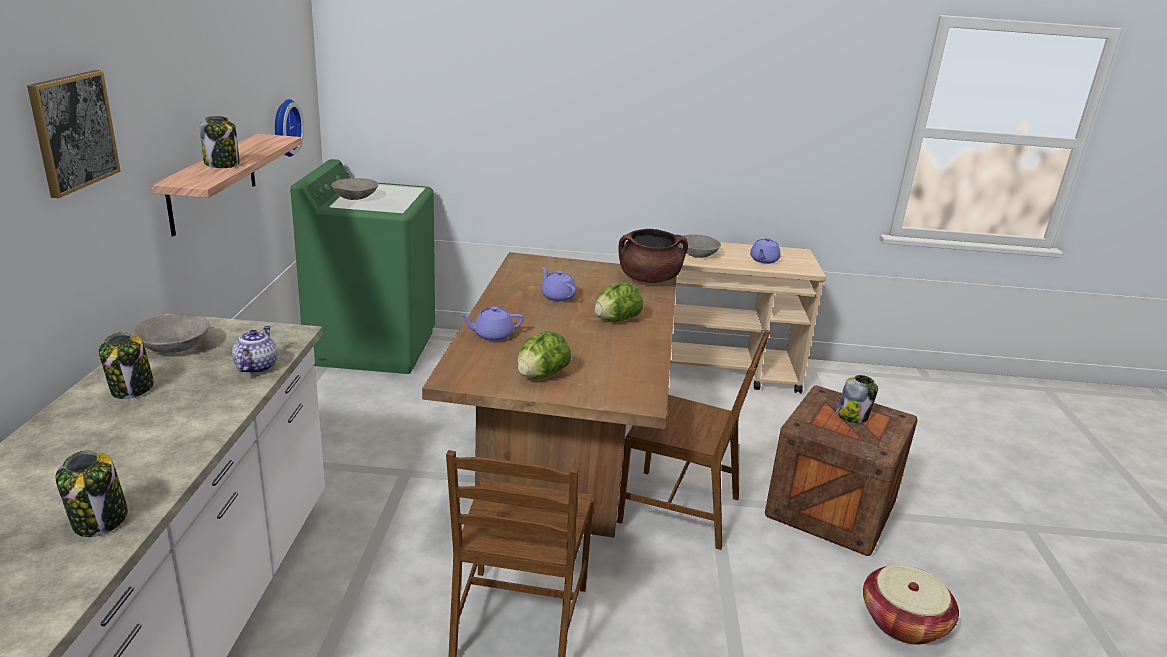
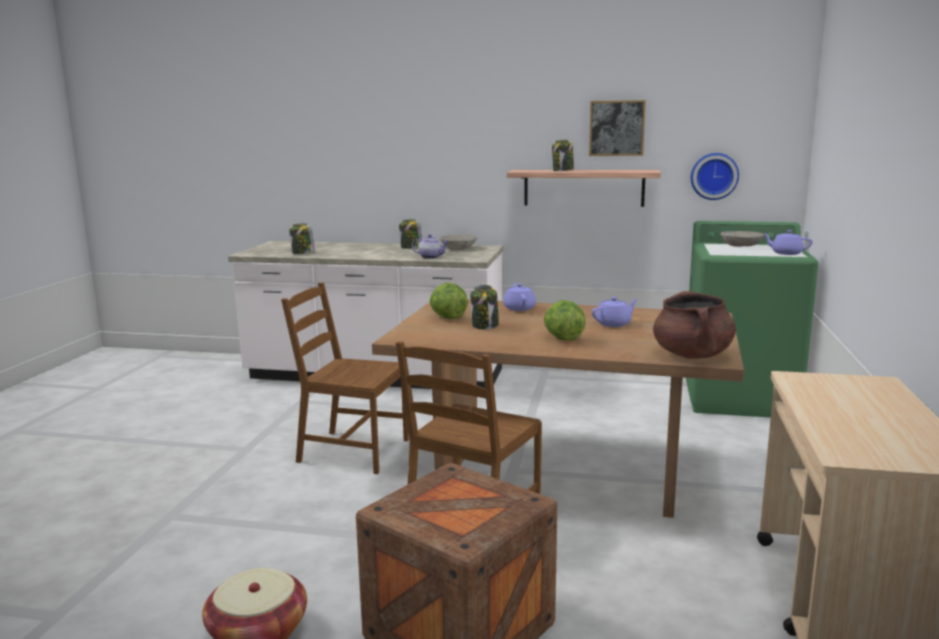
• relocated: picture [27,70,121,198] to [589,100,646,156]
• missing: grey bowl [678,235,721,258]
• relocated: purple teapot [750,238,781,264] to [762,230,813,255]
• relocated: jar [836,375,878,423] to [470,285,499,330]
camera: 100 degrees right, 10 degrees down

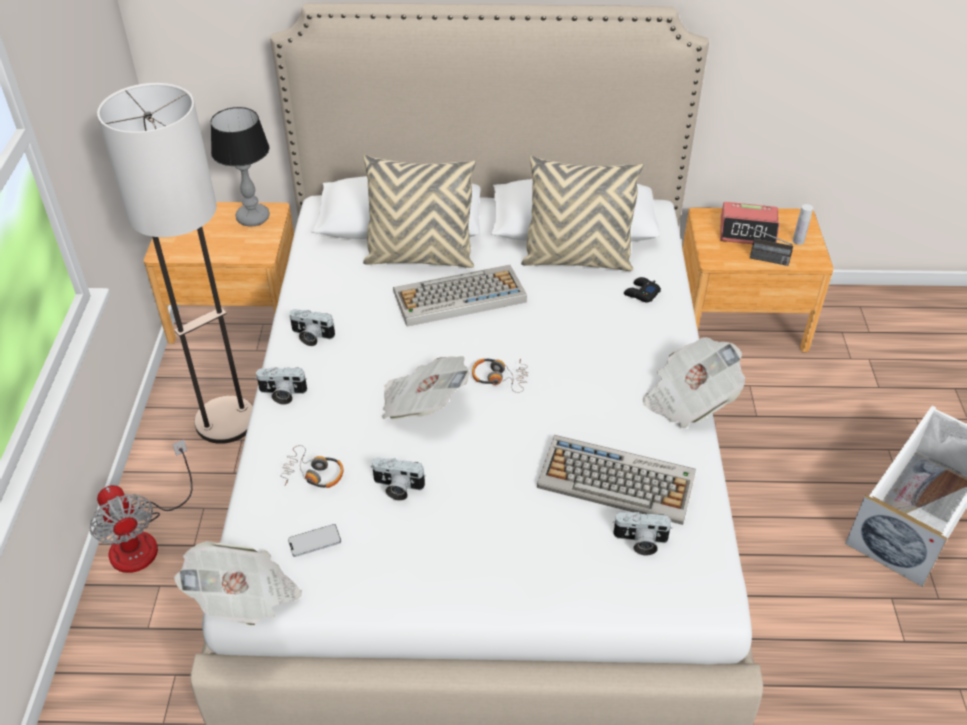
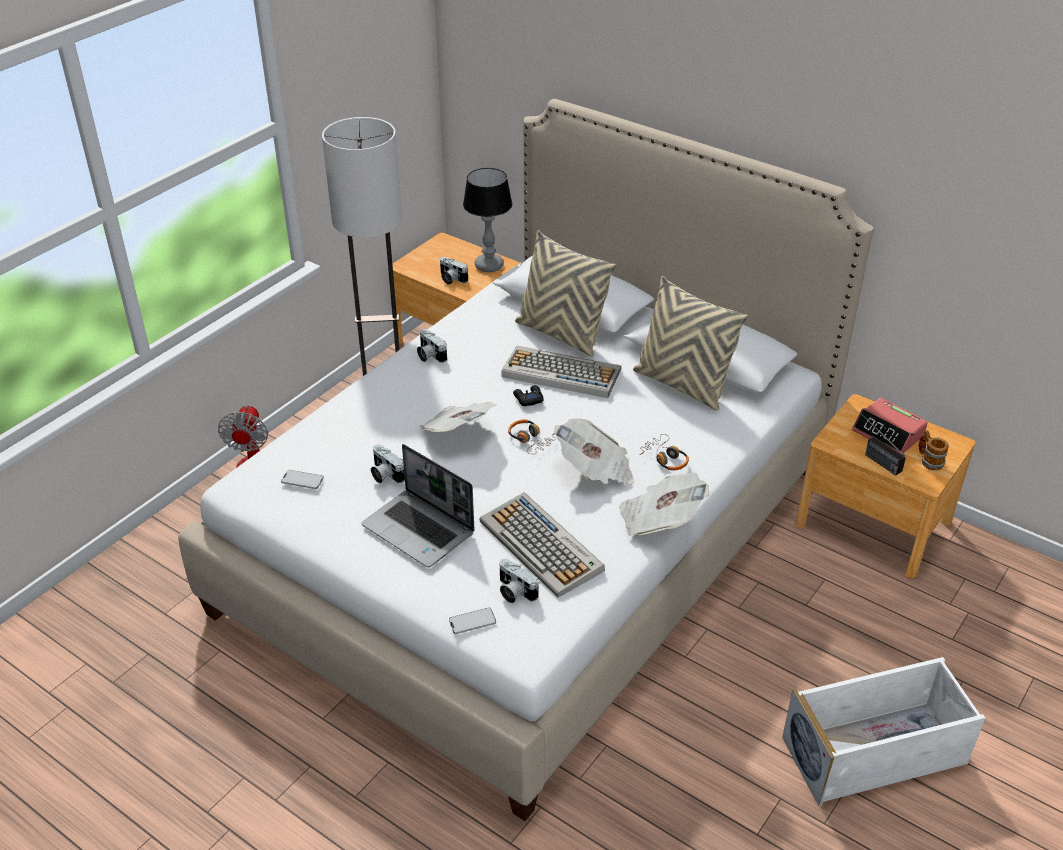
• exchanged: white bottle [793,204,813,245] to mug [918,430,949,471]
• relocated: black game controller [624,277,661,303] to [513,385,544,406]
• relocated: photo camera [255,367,307,405] to [440,257,468,285]
• relocated: headphones [281,445,343,488] to [640,434,689,470]
• relocated: newspaper [174,541,302,626] to [554,419,635,485]
• appeared: laptop [361,444,475,568]
• appeared: phone [449,607,496,634]
camera: 35 degrees right, 5 degrees down

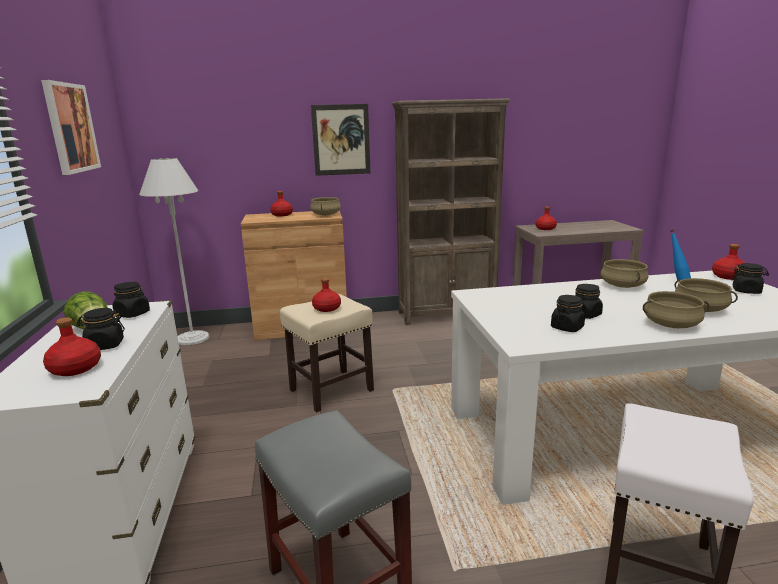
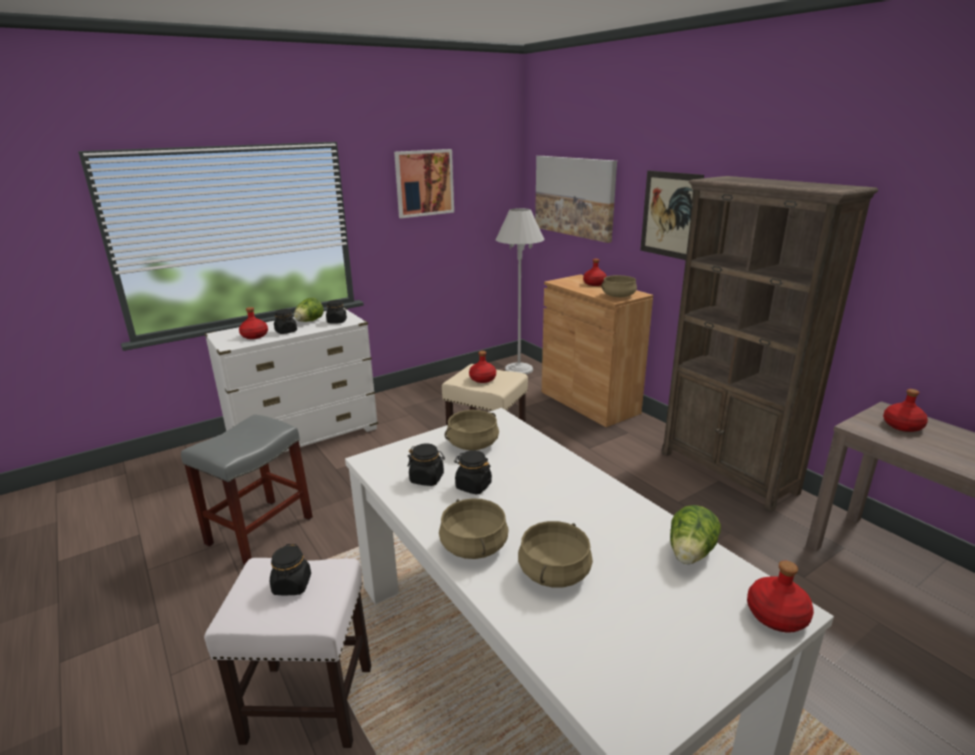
• exchanged: blue bottle [670,230,691,280] to lettuce [670,505,721,564]
• relocated: beige cooking pot [601,259,648,288] to [445,410,499,450]
• relocated: black jar [731,263,769,294] to [270,544,311,595]
• appeared: picture [535,156,617,243]
camera: 65 degrees right, 5 degrees up

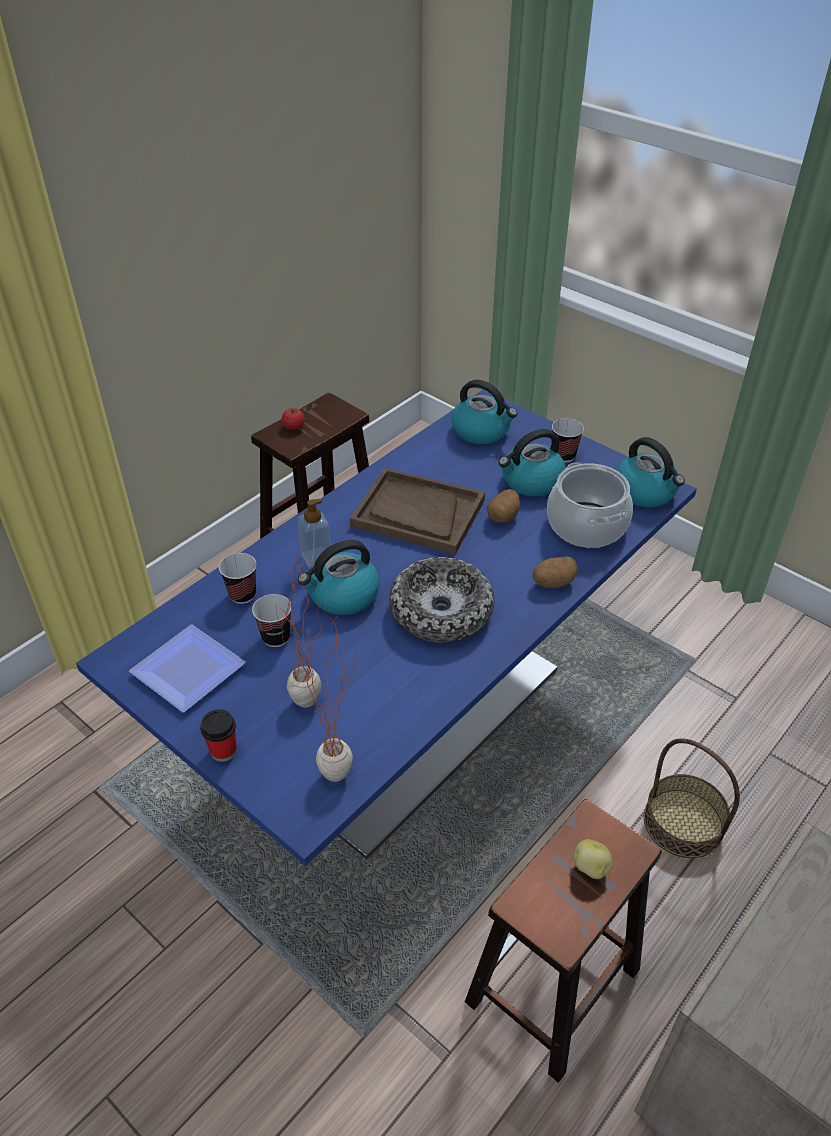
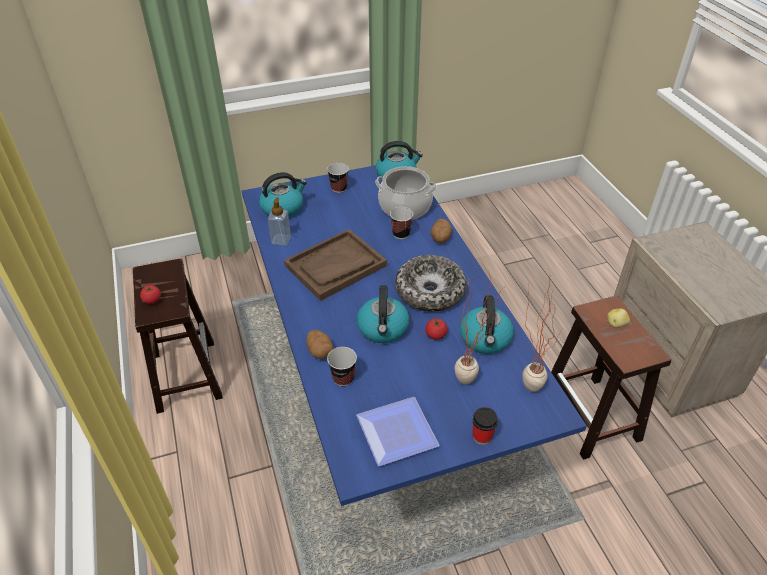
• relocated: kettle [498,429,566,496] to [460,295,514,354]
• relocated: potato [487,489,520,523] to [306,330,334,359]
• relocated: soap dispenser [298,499,331,567] to [268,197,291,245]
• relocated: cup [252,594,292,647] to [390,207,413,239]
• missing: basket [644,738,740,858]
• appeared: tomato [425,318,448,340]
camera: 60 degrees left, 0 degrees up

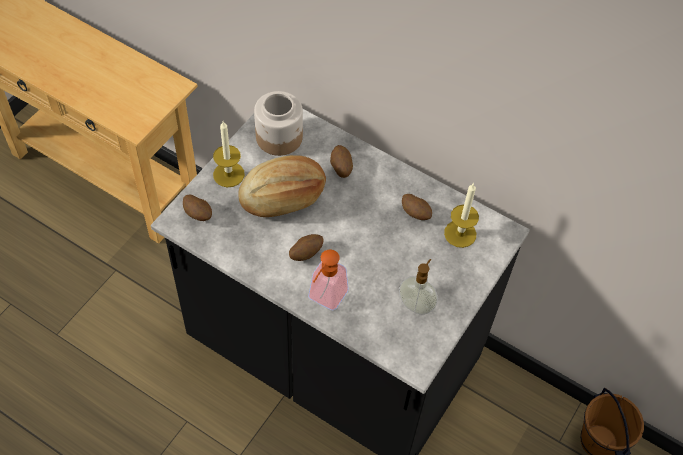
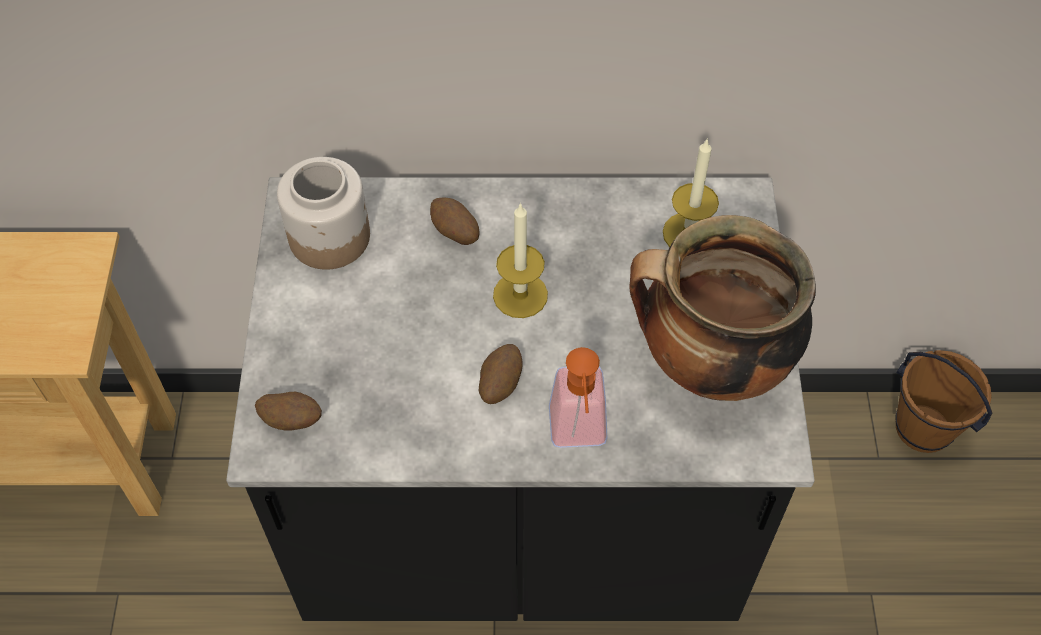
• relocated: candle [213,121,245,187] to [493,203,548,318]
• missing: bread [238,155,326,217]
• missing: potato [402,194,432,220]
• exchanged: soap dispenser [399,259,438,315] to cooking pot [629,215,816,401]
camera: 30 degrees left, 0 degrees up

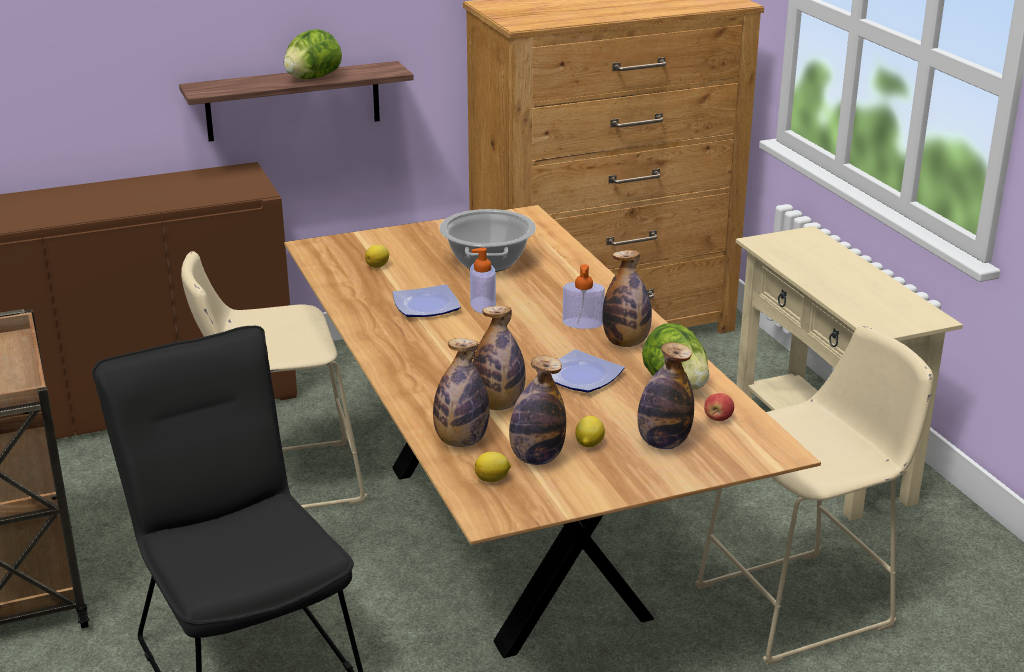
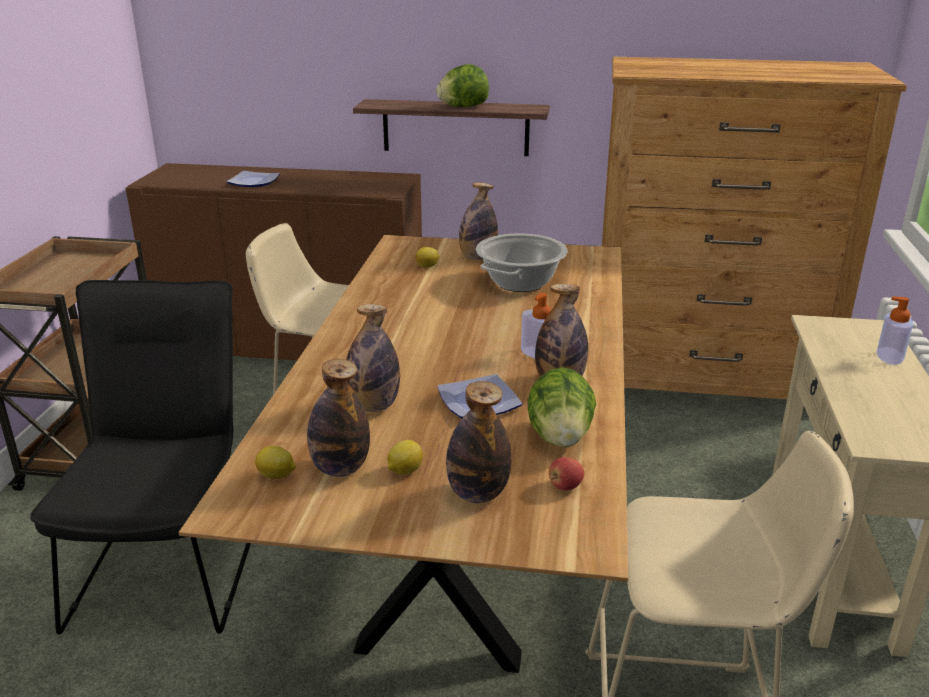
• relocated: soap dispenser [470,248,496,314] to [877,296,913,365]
• relocated: plate [393,284,461,317] to [226,171,280,187]
• relocated: bottle [433,338,490,447] to [459,183,498,260]
camera: 30 degrees right, 0 degrees up

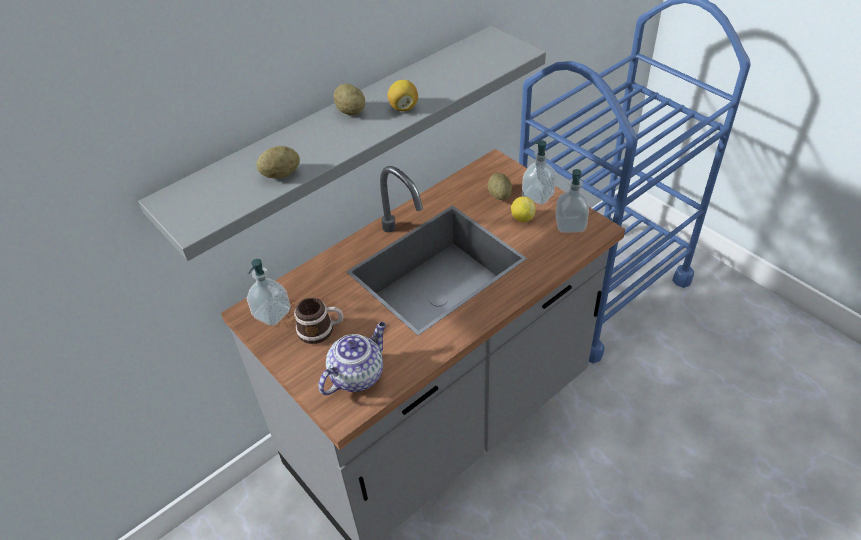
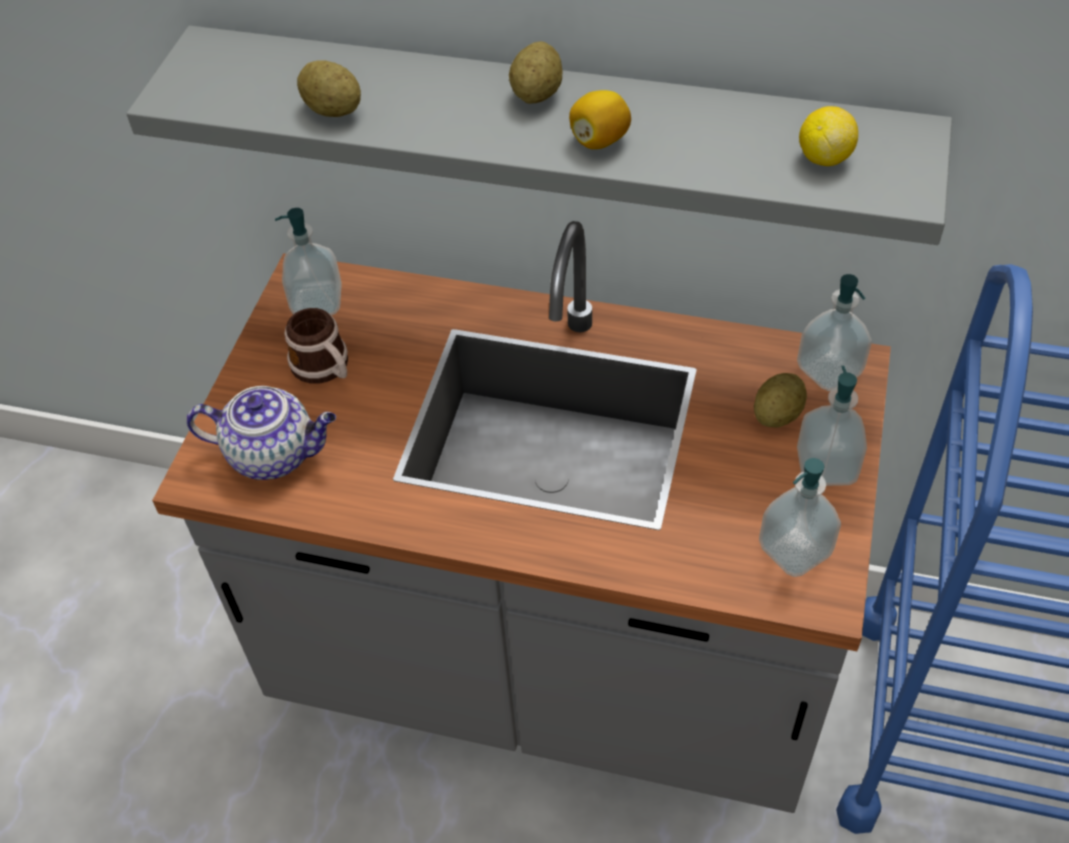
• relocated: lemon [511,196,536,222] to [799,106,858,166]
• appeared: soap dispenser [797,274,872,391]
camera: 55 degrees right, 5 degrees up

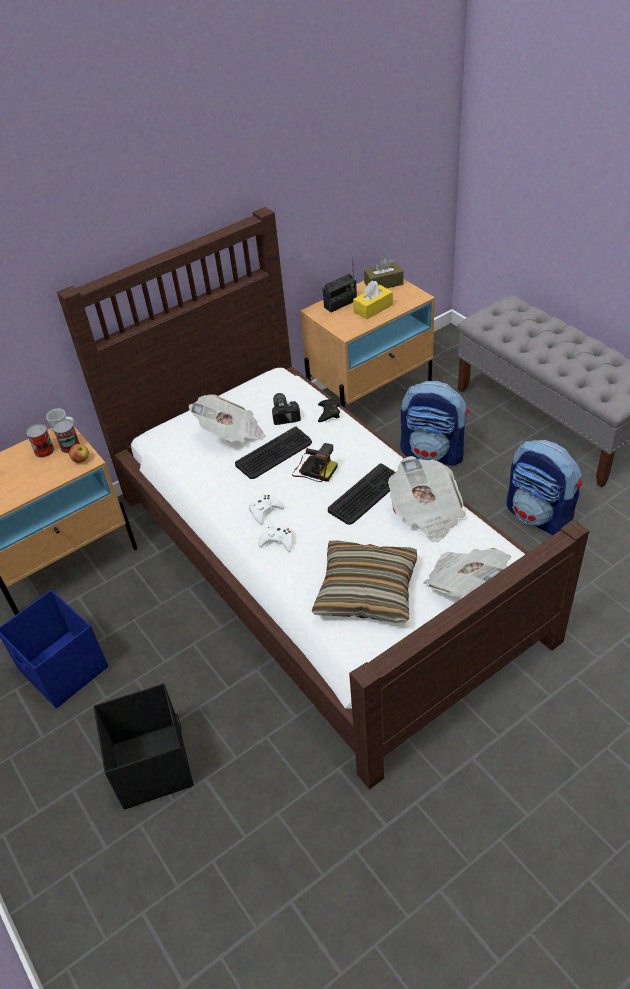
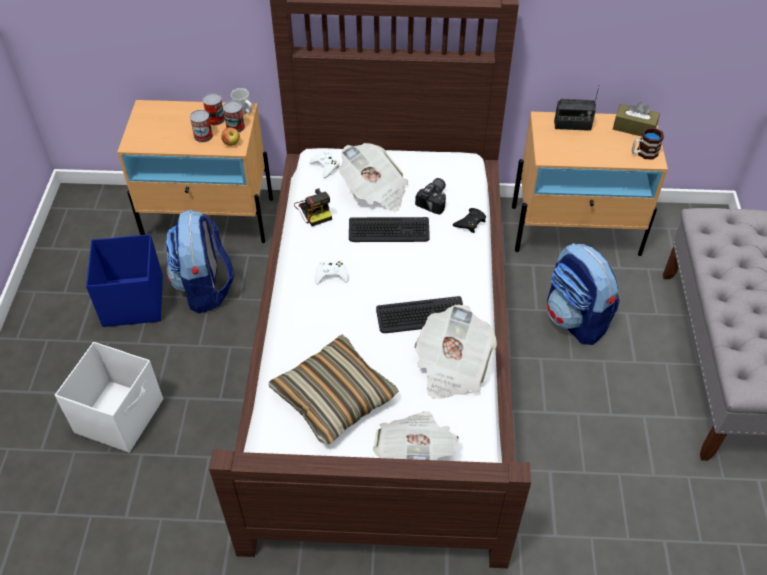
• missing: yellow tissue box [353,281,393,320]
• relocated: backpack [507,439,582,536] to [166,210,235,314]
• relocated: photo camera [292,443,337,482] to [294,188,332,226]
• relocated: white game controller [258,524,292,552] to [309,151,340,178]
• colour: black storage box [93,683,194,810] to white storage box [55,342,163,453]
• appeared: can [190,110,213,143]
• appeared: mug [632,128,664,159]
camera: 35 degrees right, 5 degrees up

